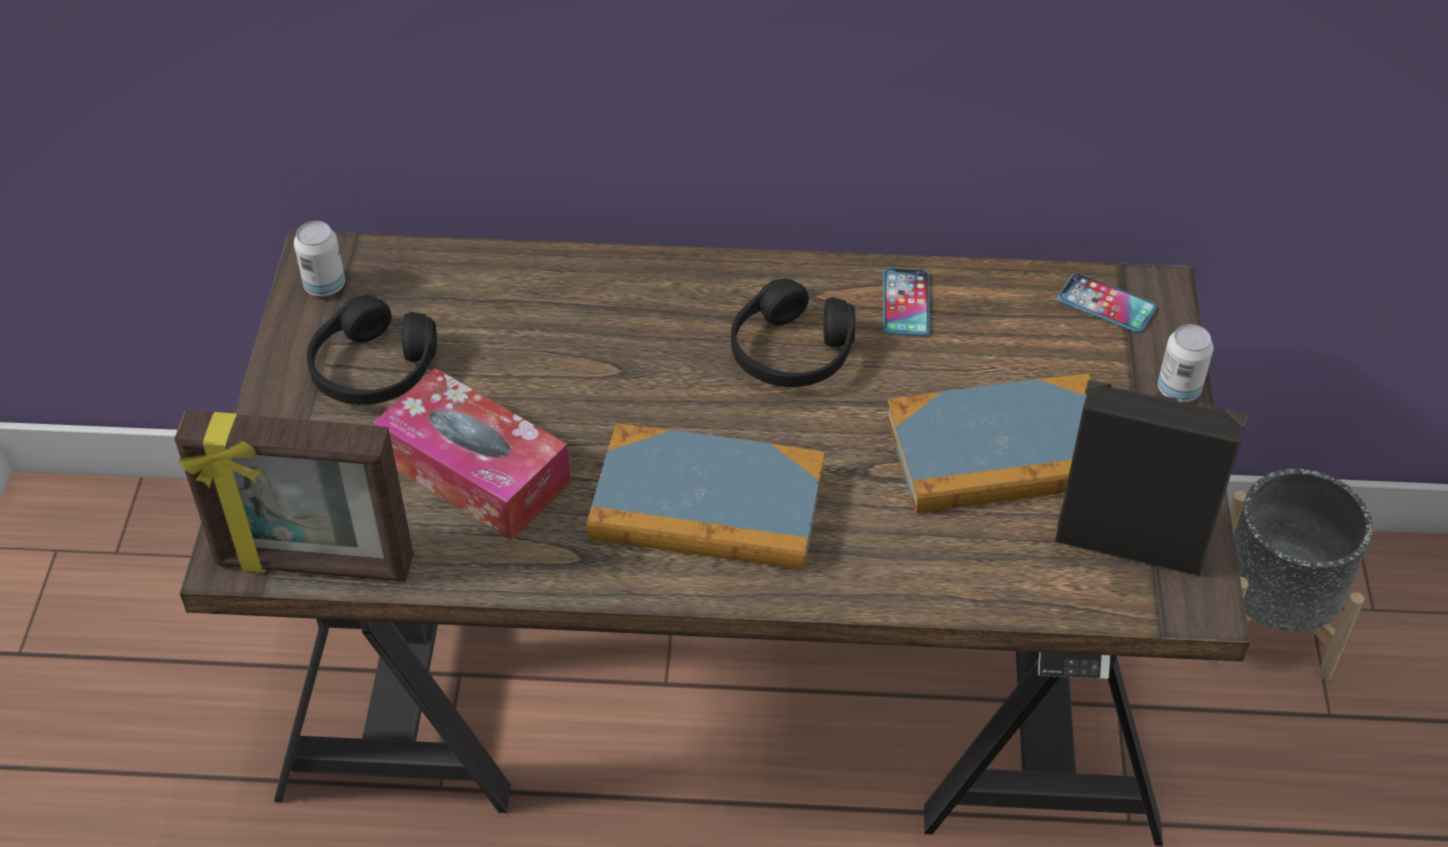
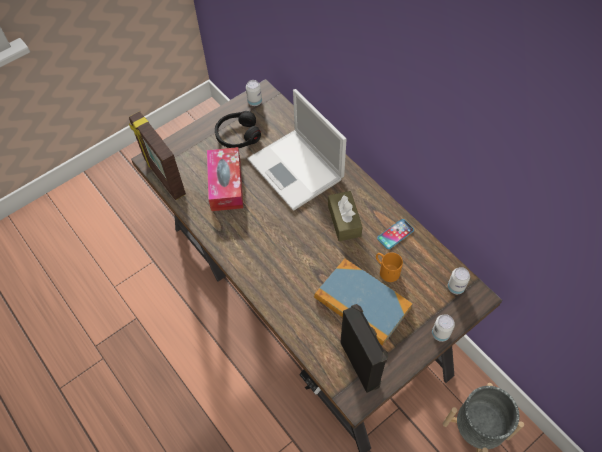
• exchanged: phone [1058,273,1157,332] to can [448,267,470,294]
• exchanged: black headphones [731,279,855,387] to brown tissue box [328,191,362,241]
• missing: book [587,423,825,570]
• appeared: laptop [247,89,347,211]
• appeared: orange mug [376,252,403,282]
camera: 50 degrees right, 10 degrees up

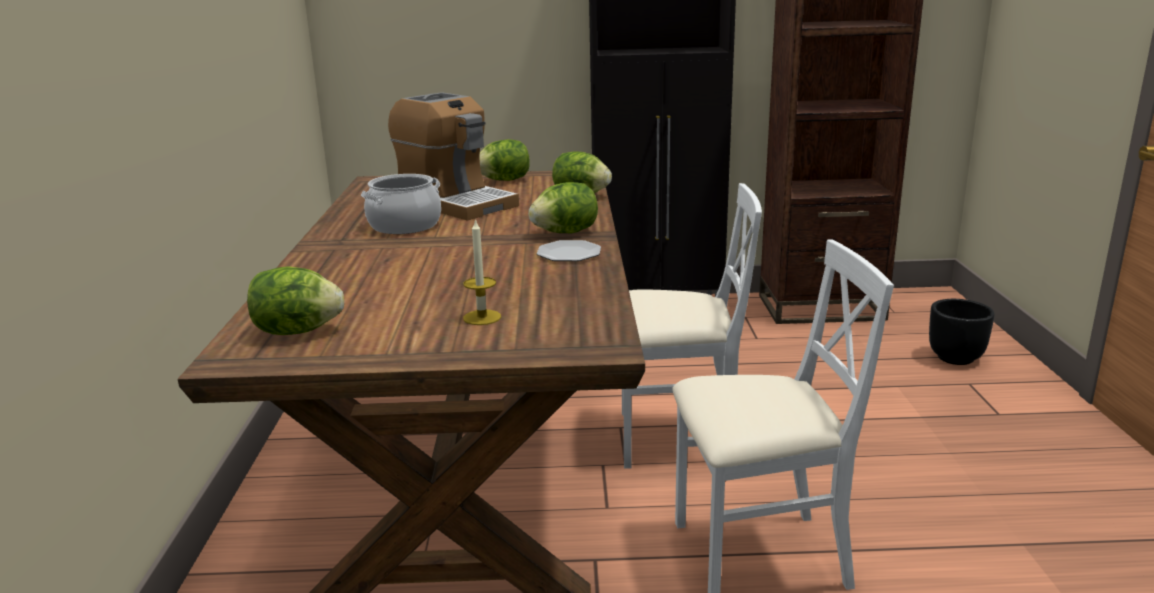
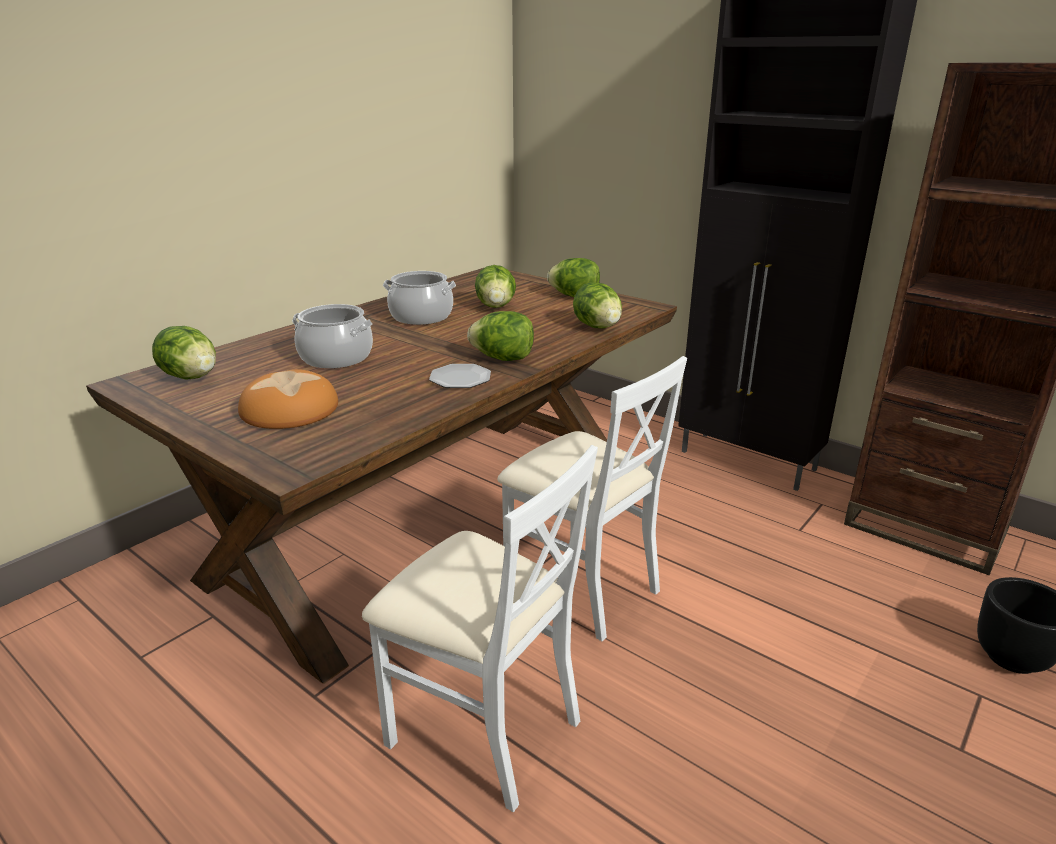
• exchanged: coffee machine [388,92,519,220] to lettuce [475,265,516,308]
• exchanged: candle [463,218,501,325] to bread [238,369,338,429]
• appeared: cooking pot [292,304,373,368]
camera: 40 degrees right, 5 degrees up

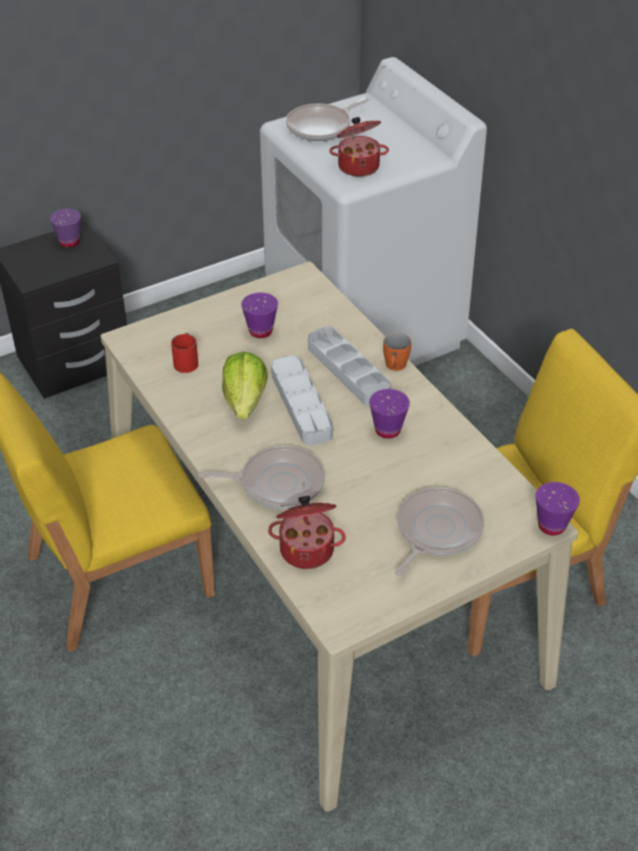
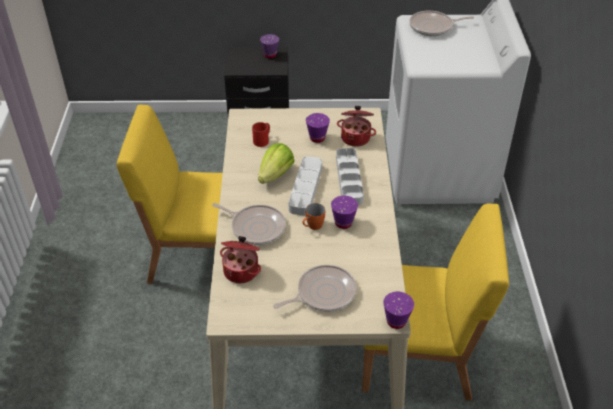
• relocated: cooking pot [329,117,389,177] to [337,106,376,147]
• relocated: orange mug [383,332,411,371] to [303,203,325,230]
camera: 30 degrees right, 0 degrees up

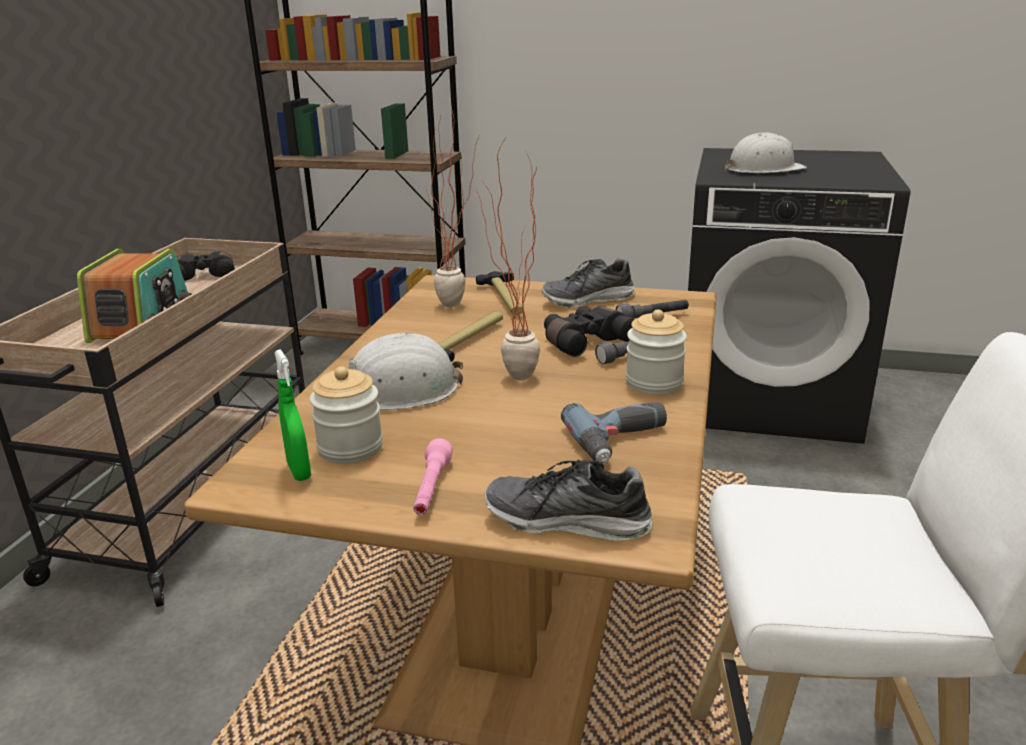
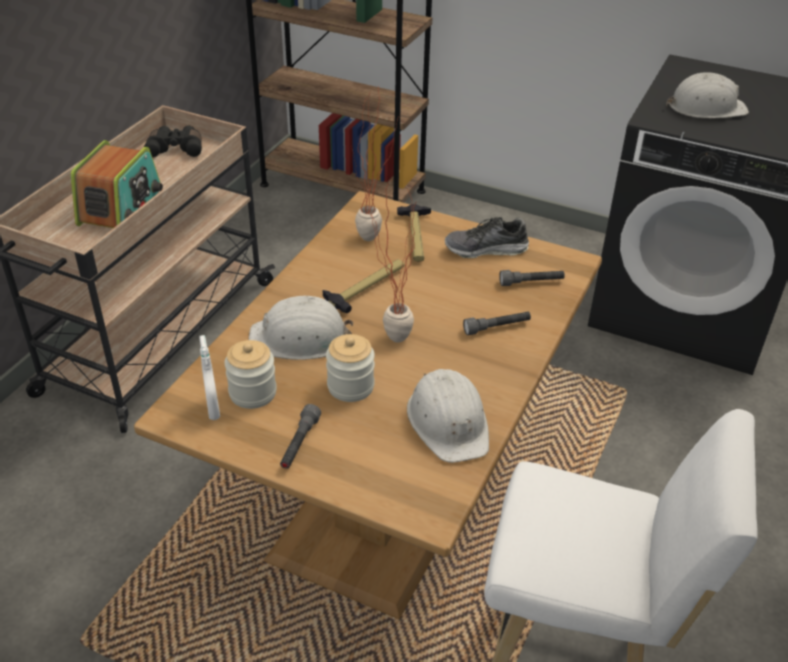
• missing: black binoculars [544,306,634,357]
• relocated: jar [626,309,687,395] to [326,334,375,402]
• colour: green spray bottle [275,349,311,481] to white spray bottle [200,335,220,420]
• exchanged: power drill [561,402,667,463] to white hard hat [407,369,489,463]
• colour: pink flashlight [413,438,453,515] to grey flashlight [280,404,321,469]
• missing: shoe [485,460,652,541]
camera: 10 degrees right, 15 degrees up

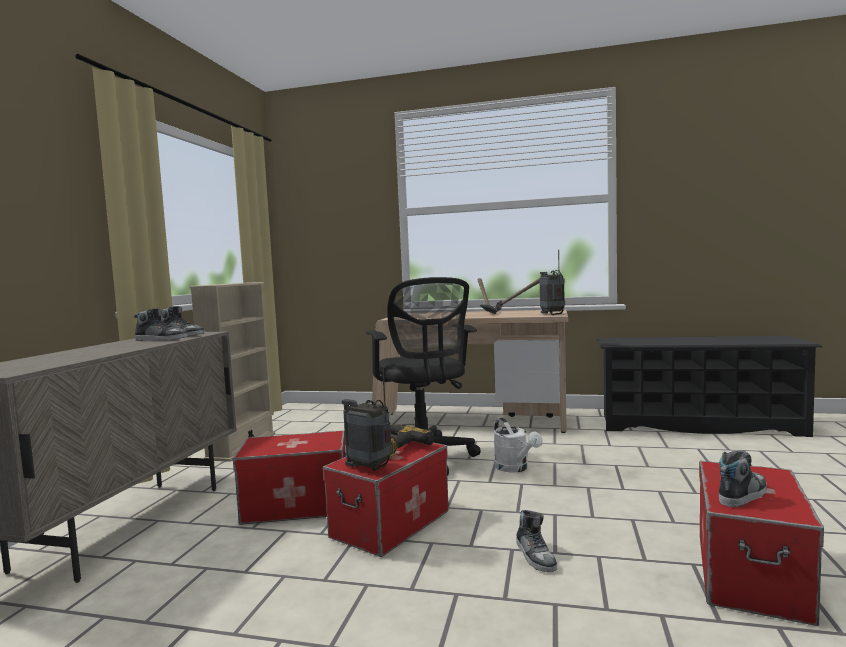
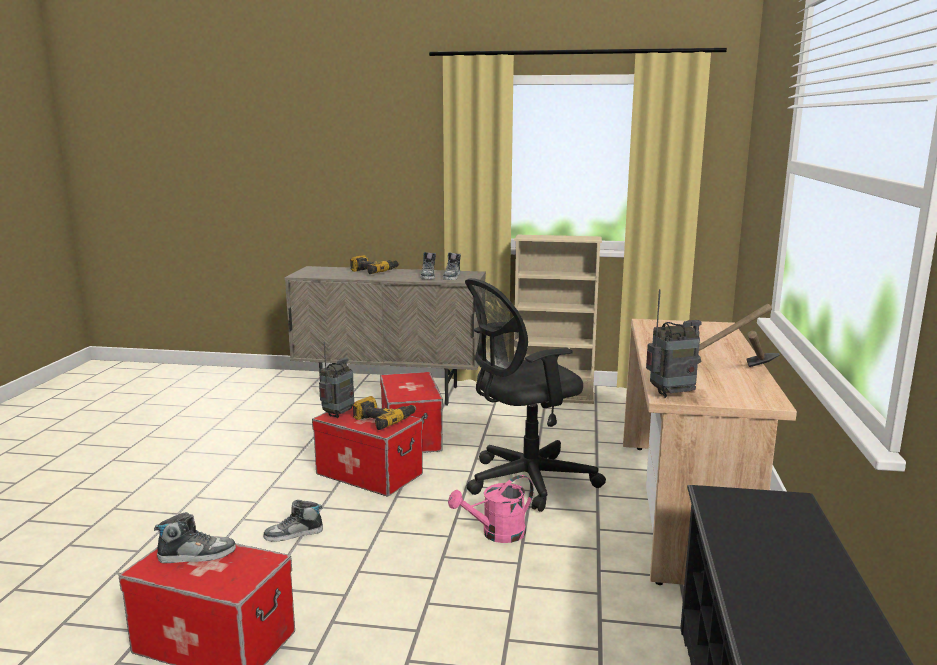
• colour: white watering can [494,418,543,473] to pink watering can [448,475,534,543]
• spun: shoe [719,450,767,507] = [154,512,236,563] 60 degrees counterclockwise
• appeared: power drill [350,255,399,274]
camera: 85 degrees right, 10 degrees up

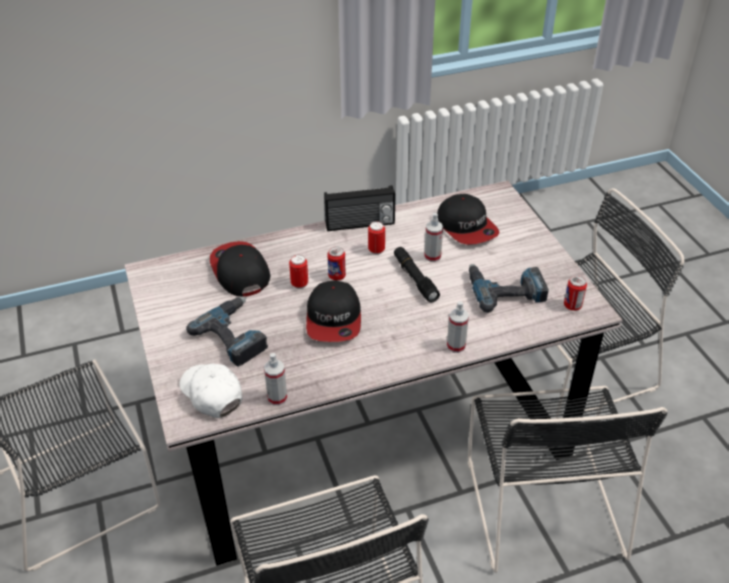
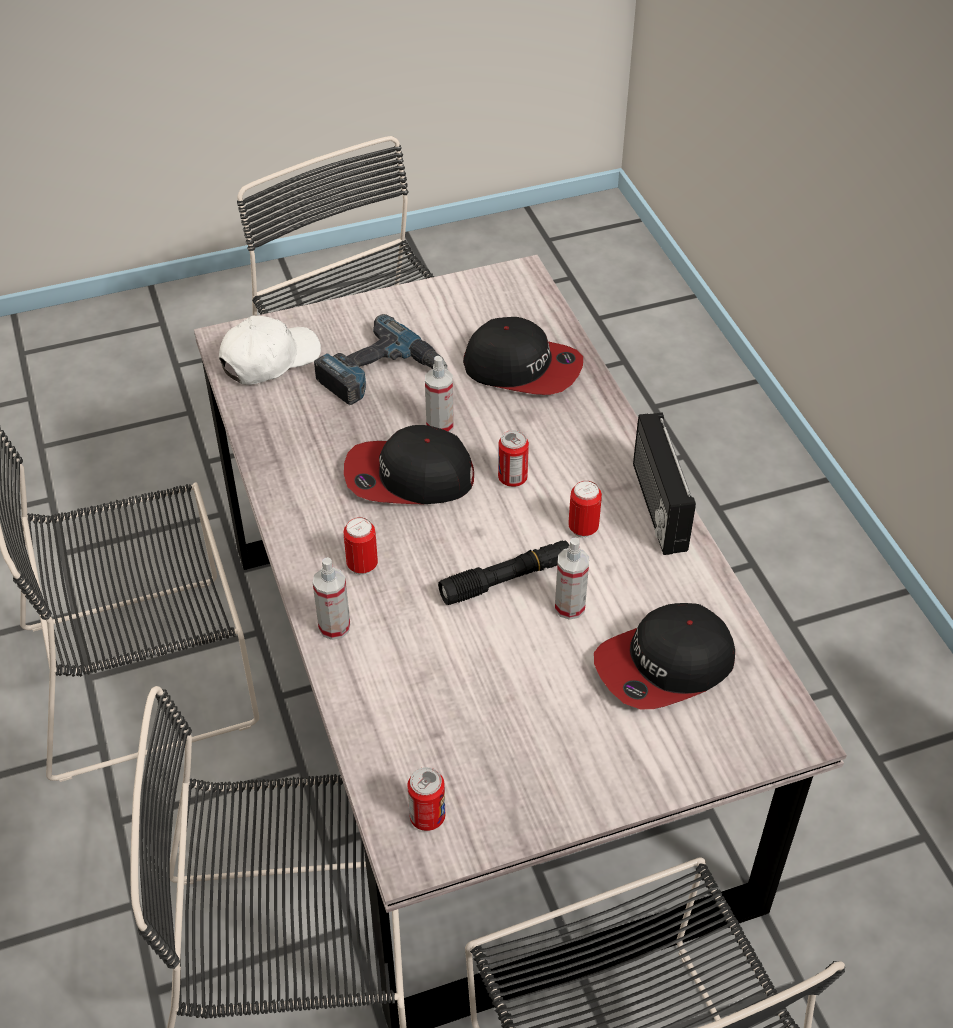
• spun: cap [210,241,270,297] = [463,317,583,395] 45 degrees clockwise
• relocated: can [289,255,308,289] to [344,517,378,575]
• missing: power drill [469,264,549,313]
• relocated: spray bottle [264,353,287,406] to [425,356,454,432]
camera: 90 degrees right, 5 degrees up

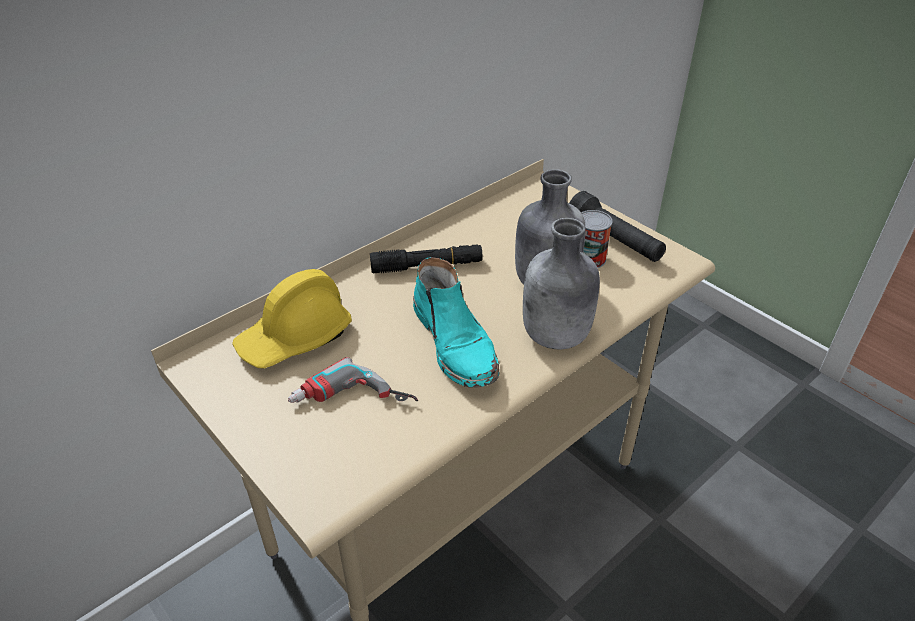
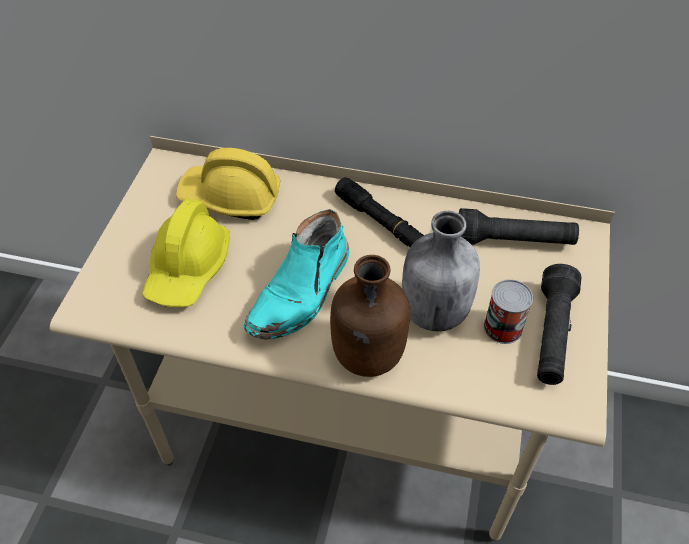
• colour: grey bottle [523,218,600,350] to brown bottle [330,255,410,377]
• exchanged: power drill [288,357,418,403] to yellow hard hat [142,199,230,307]
• appeared: black flashlight [459,208,579,245]
camera: 55 degrees right, 10 degrees up

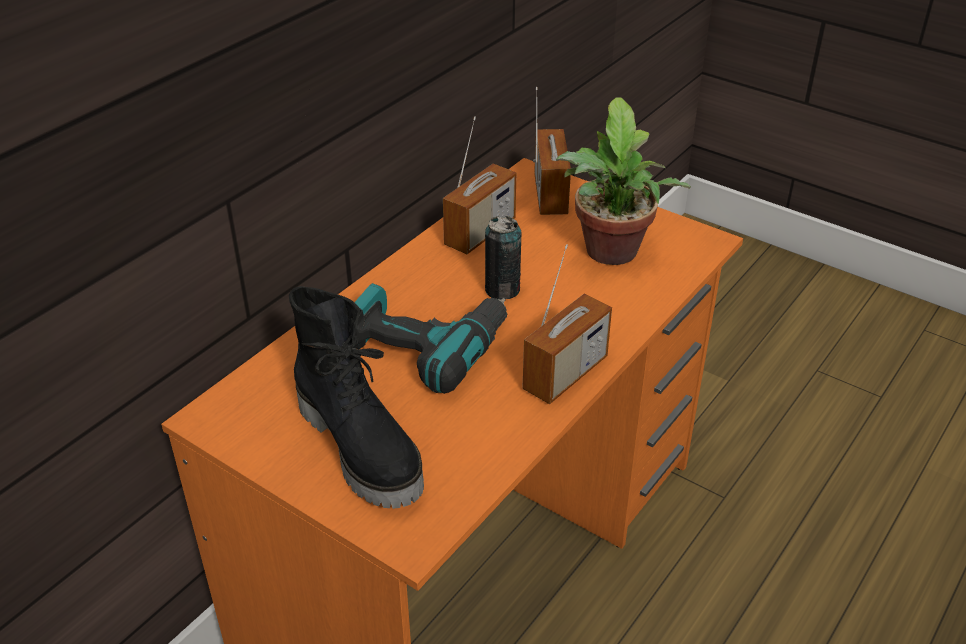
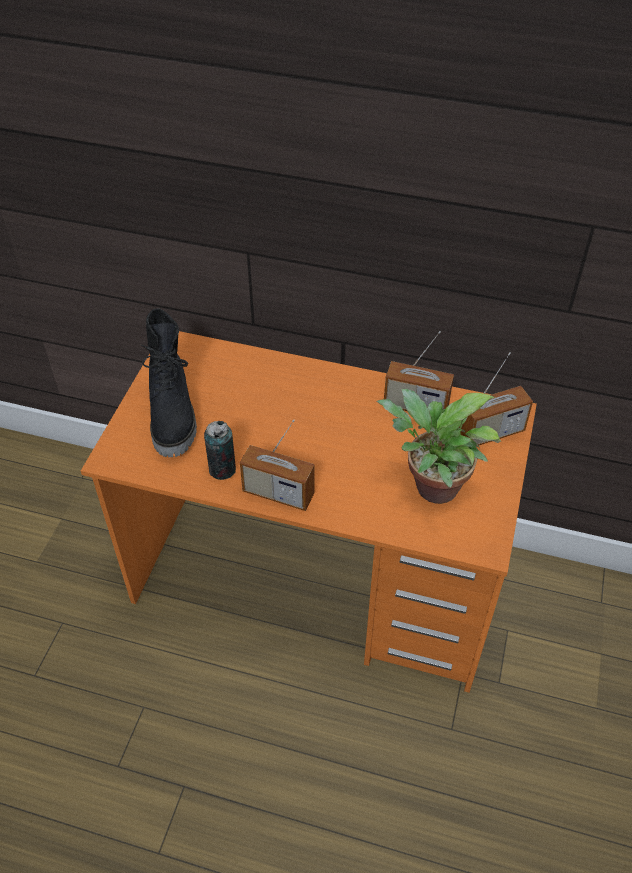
• relocated: can [485,216,521,300] to [204,421,236,480]
• missing: power drill [354,283,507,394]
• spun: black boot [289,286,424,509] = [141,308,197,457] 45 degrees counterclockwise
camera: 70 degrees right, 10 degrees up

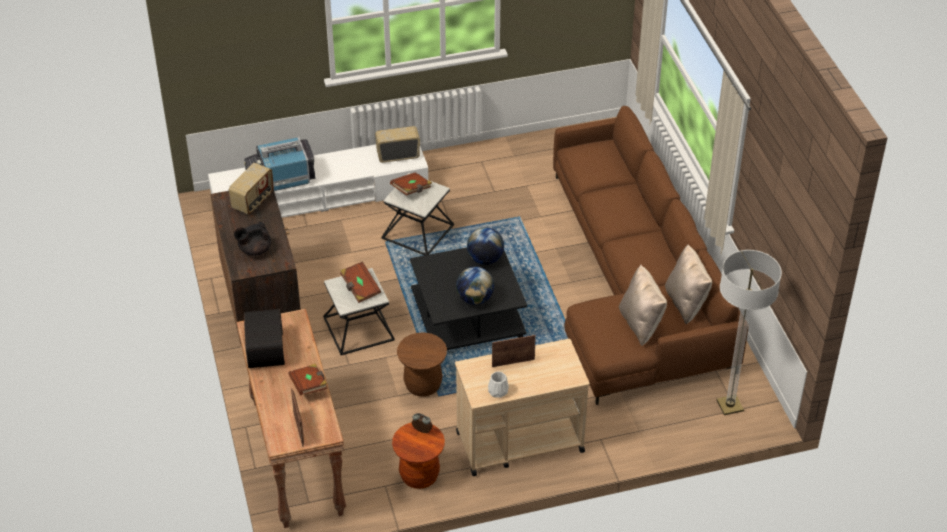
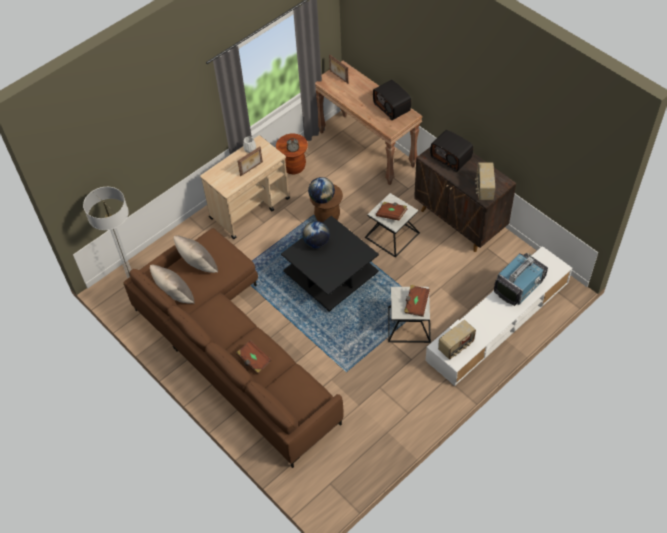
• exchanged: black teapot [234,221,271,256] to radio [430,130,473,172]
• relocated: globe [467,227,504,265] to [308,177,335,204]
• relocated: brown book [289,364,327,395] to [236,340,271,374]
camera: 155 degrees right, 10 degrees up

